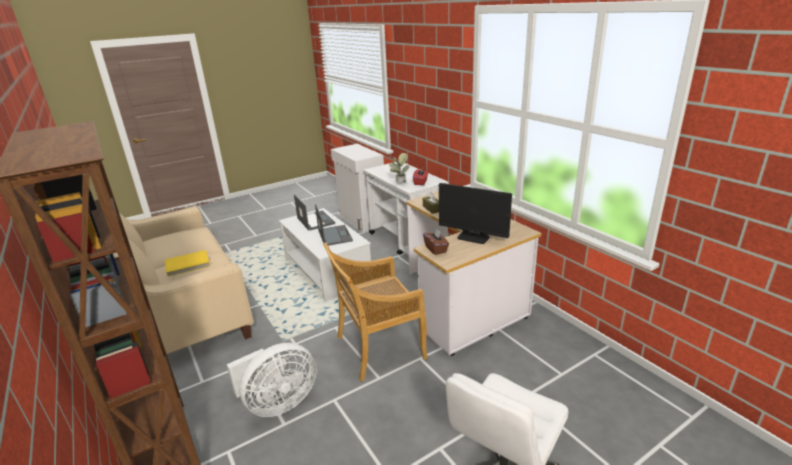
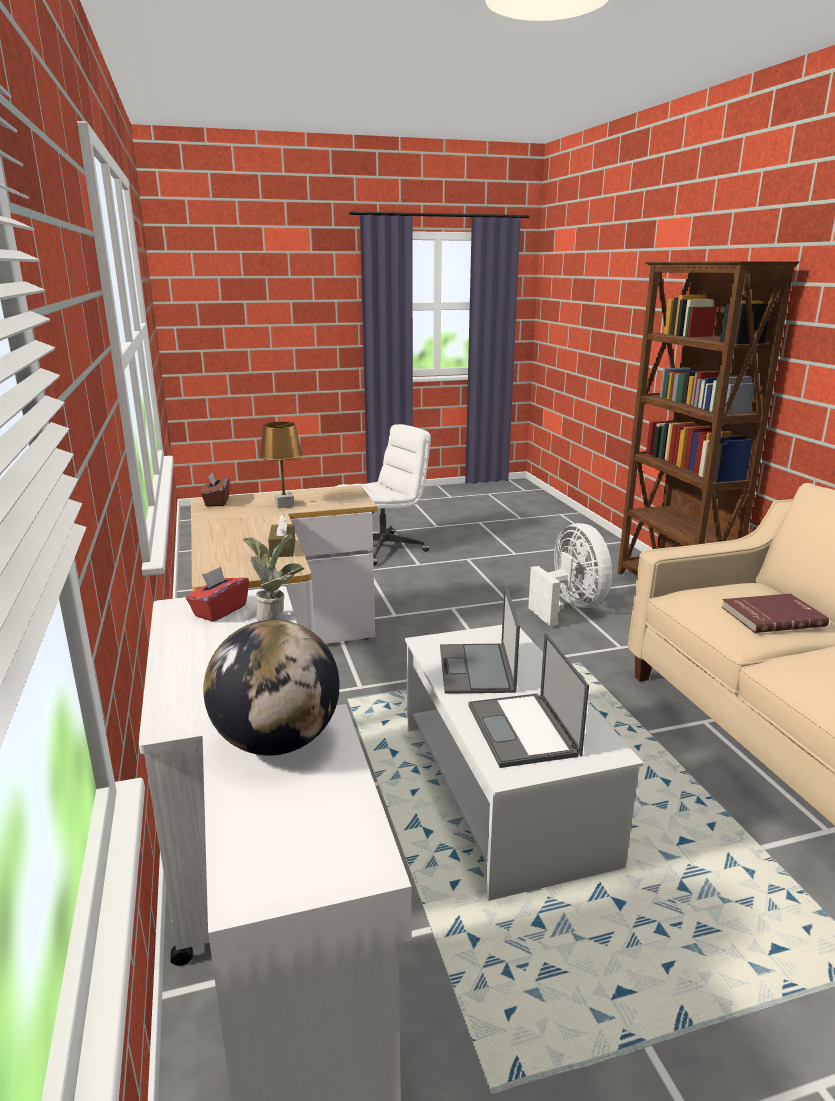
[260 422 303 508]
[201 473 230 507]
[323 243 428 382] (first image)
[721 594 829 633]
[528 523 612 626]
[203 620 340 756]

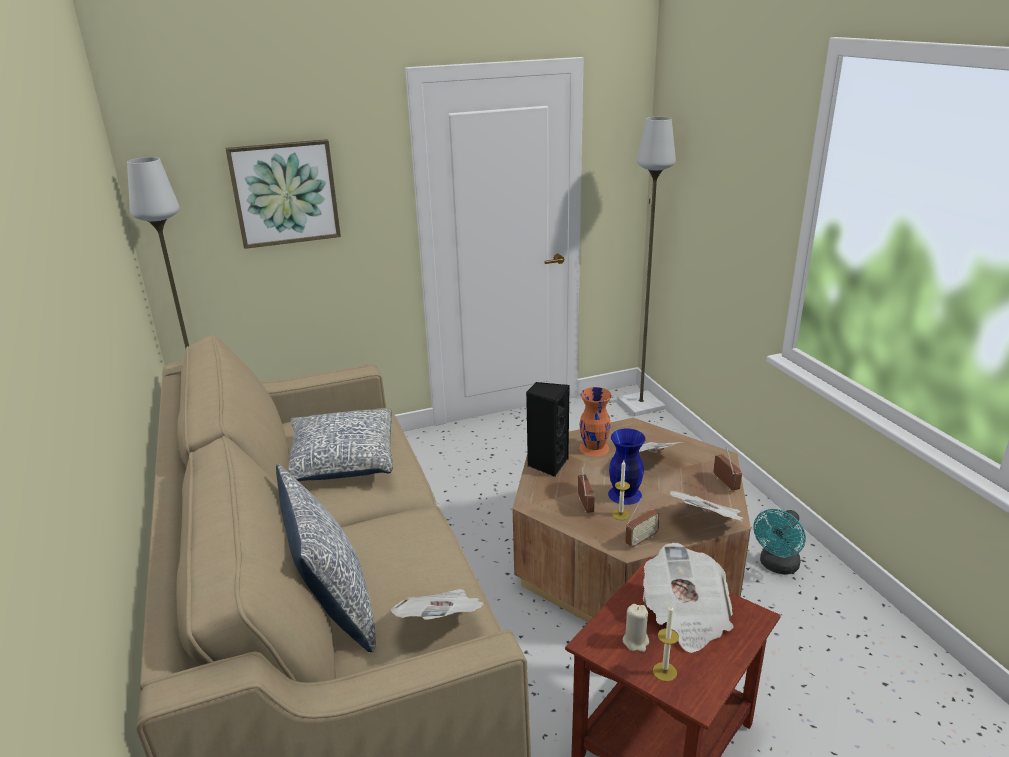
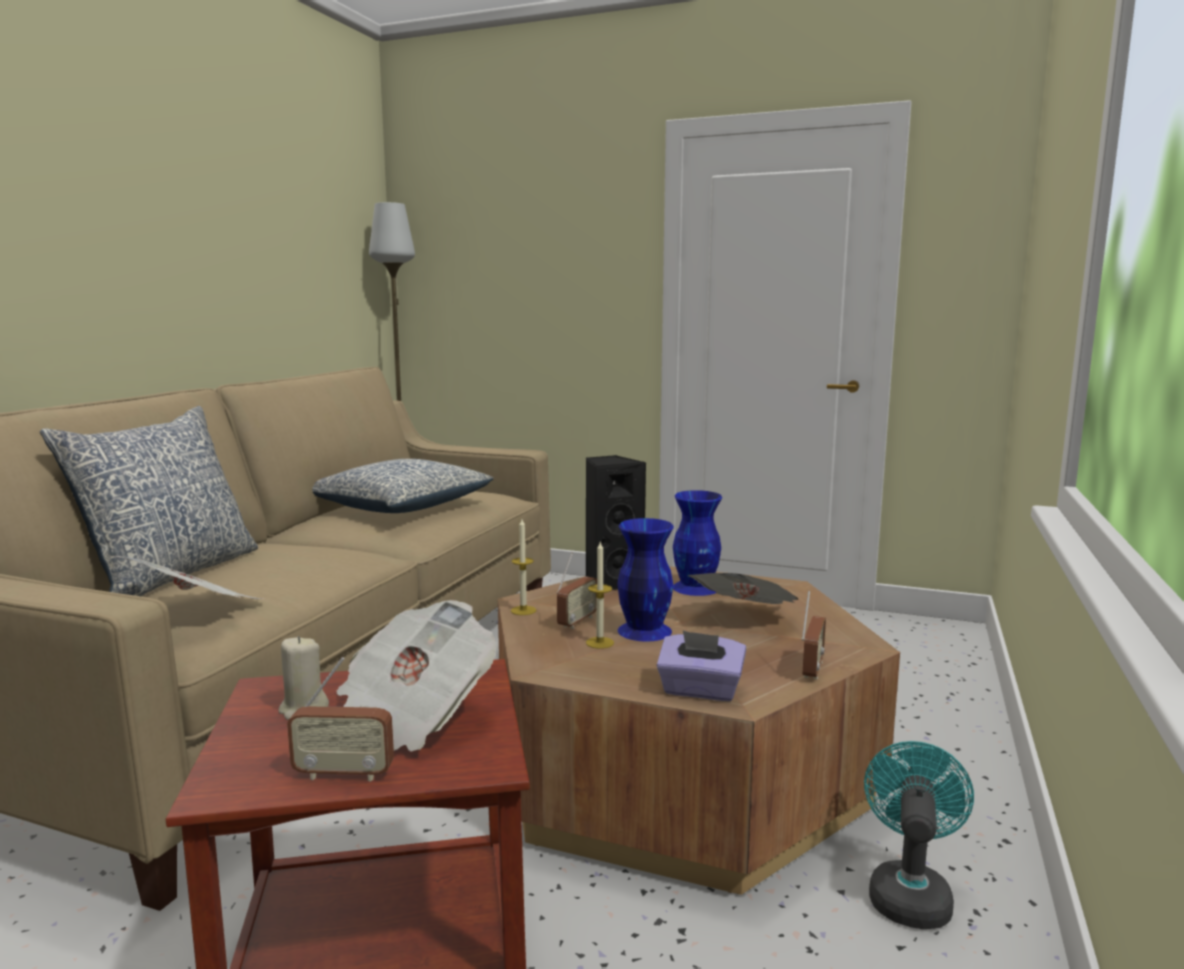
[617 117 676 416] (first image)
[225 139 341 249] (first image)
[673 490 722 596]
[656 631 746 701]
[287 657 394 782]
[864 741 974 929]
[511 519 536 615]

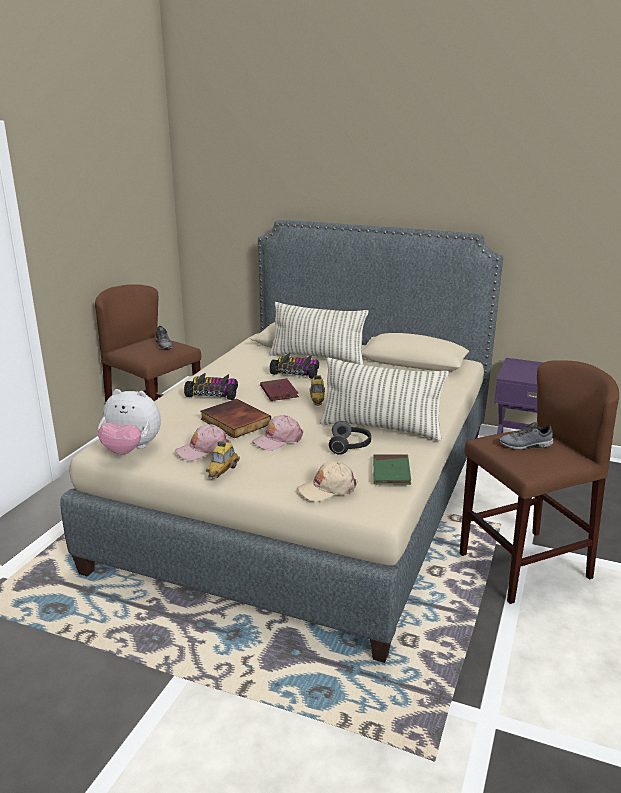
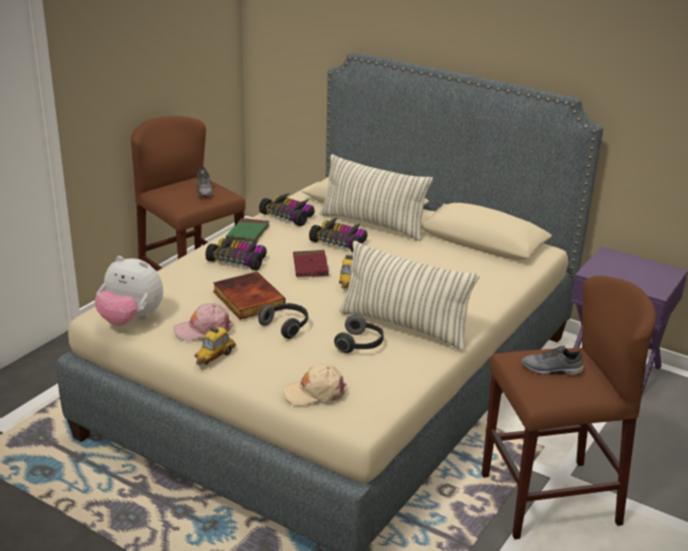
[258 303 308 339]
[226 218 270 243]
[259 193 315 226]

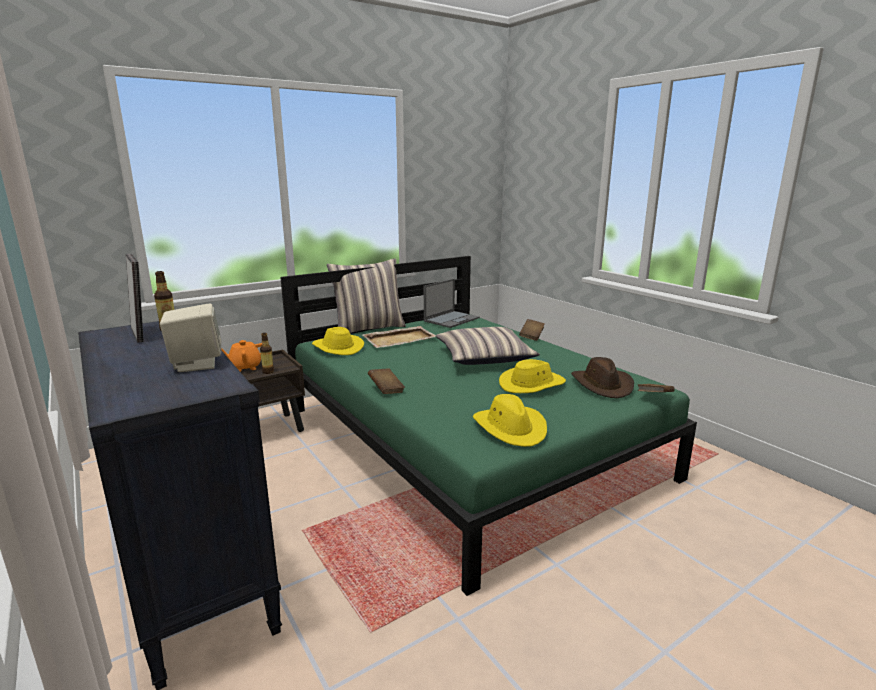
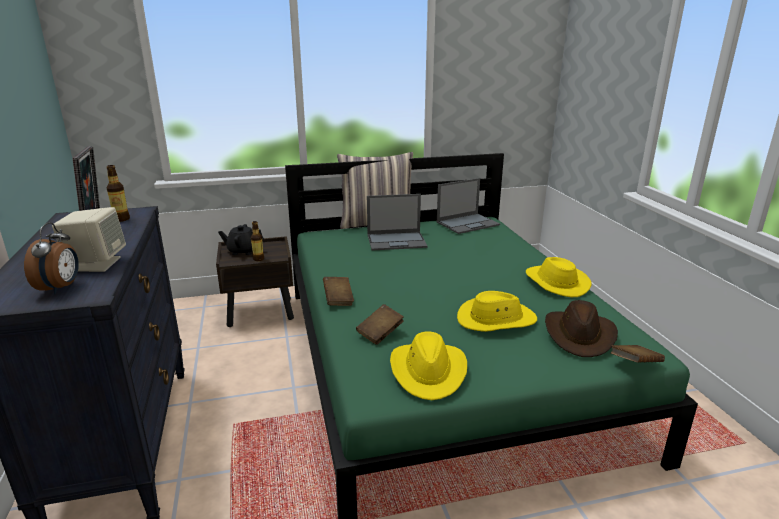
[356 304 404 345]
[367 194 427 251]
[526 257 591 297]
[436 327 540 365] (first image)
[218 224 264 255]
[24 222 79 294]

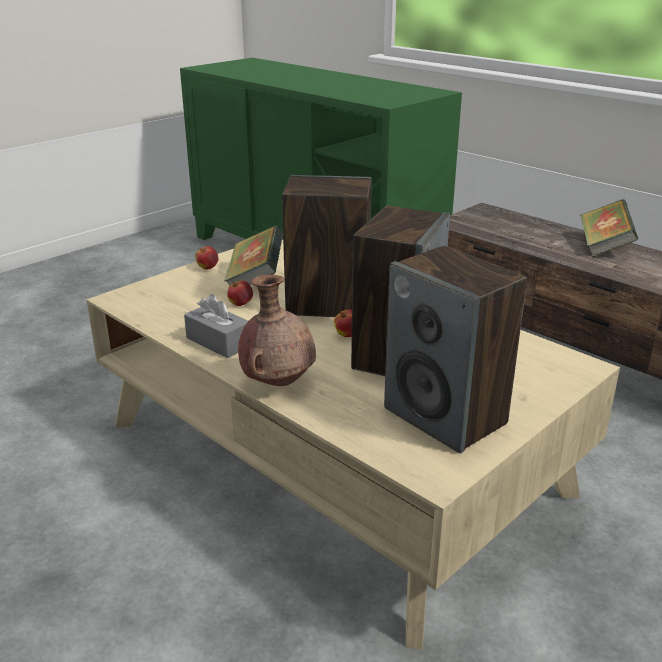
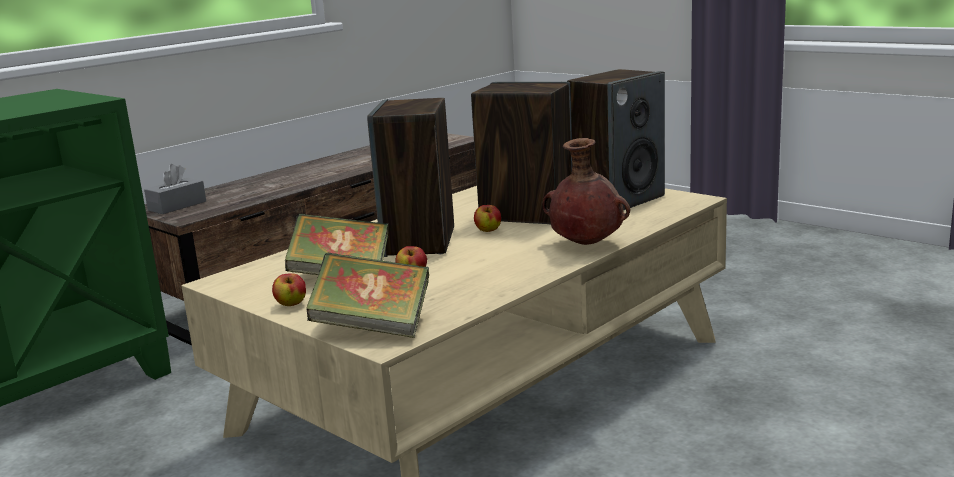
[306 252 429 338]
[144 164 206 214]

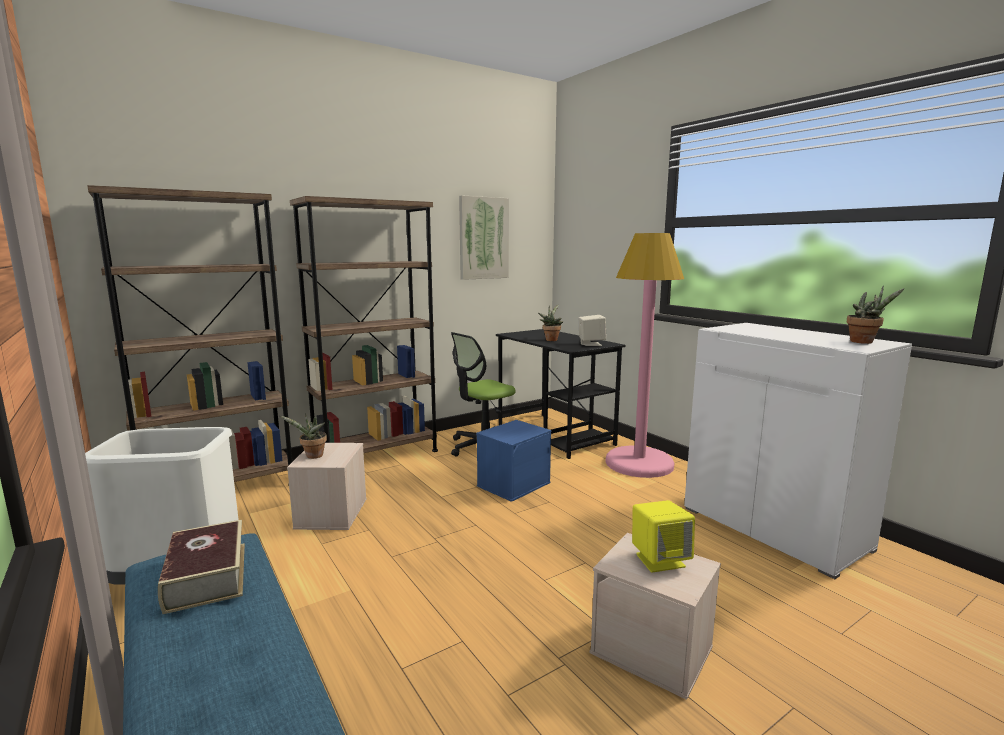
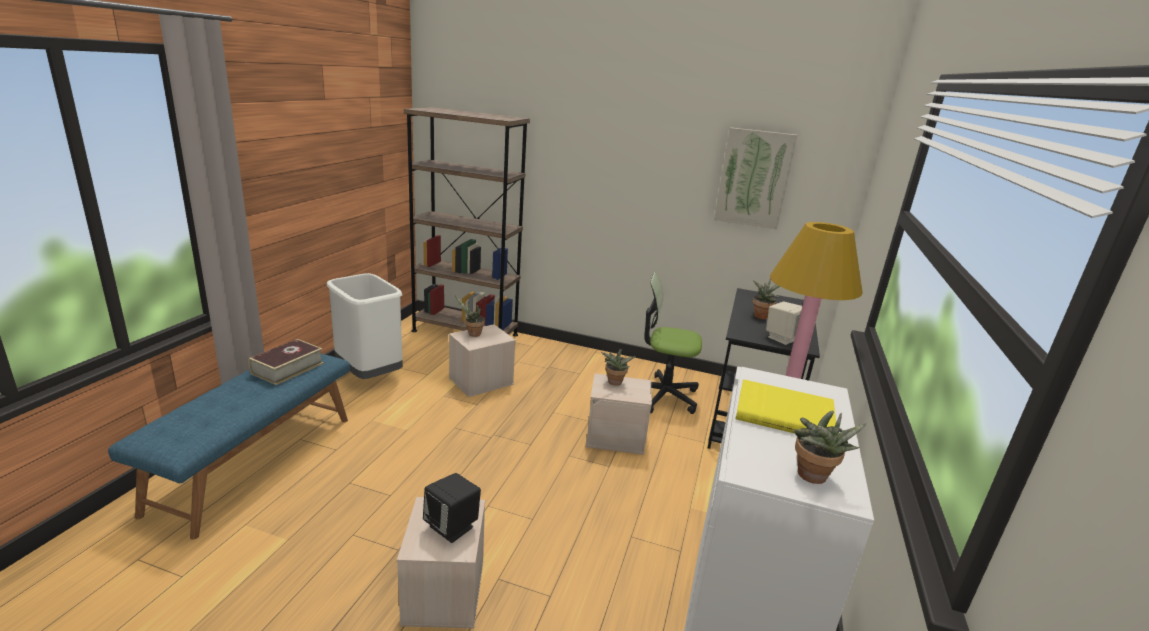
[290 196 438 453] (first image)
[585 373 652 455]
[423 473 481 543]
[601 349 635 386]
[736 379 836 433]

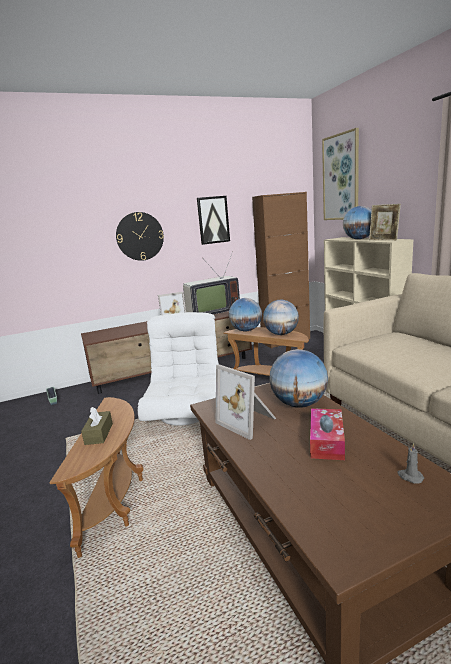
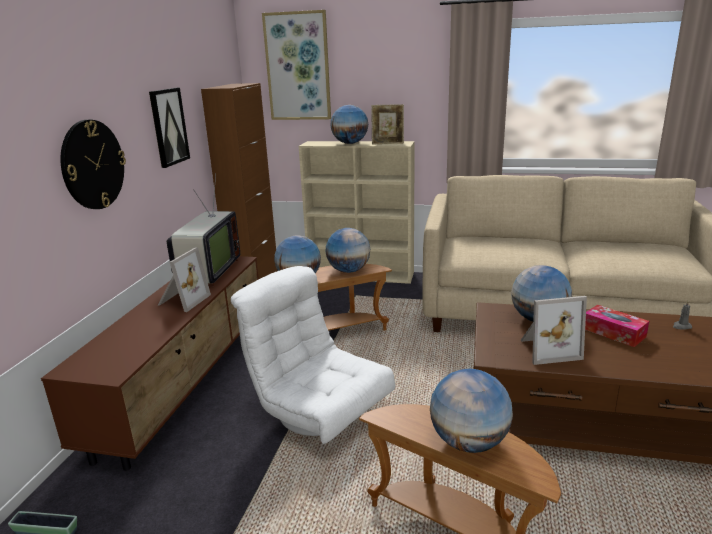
[430 369 513 453]

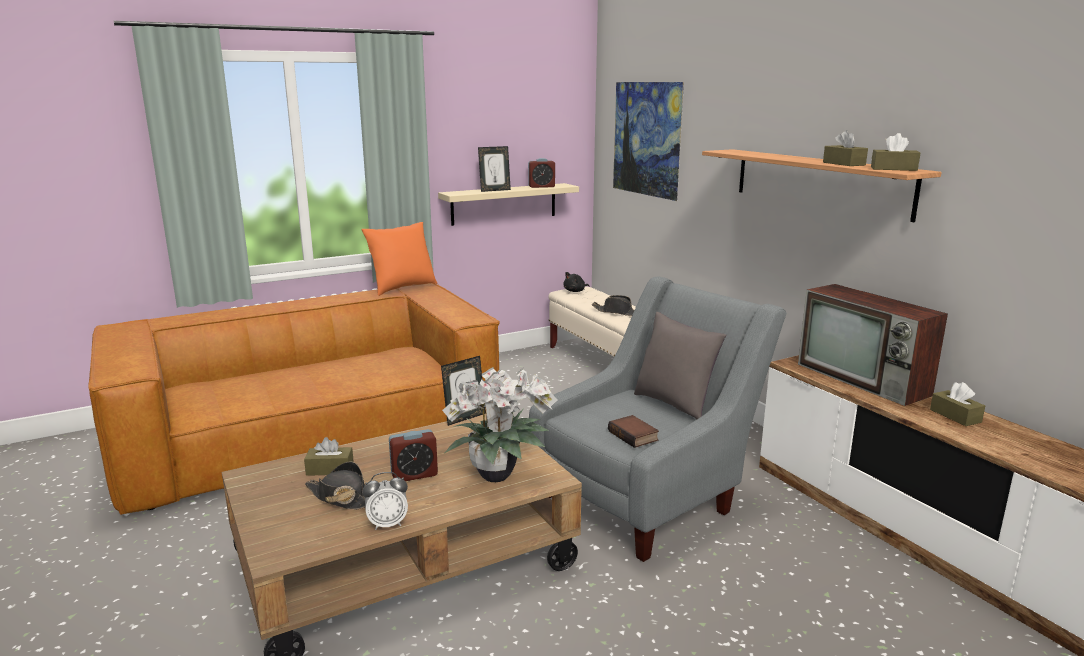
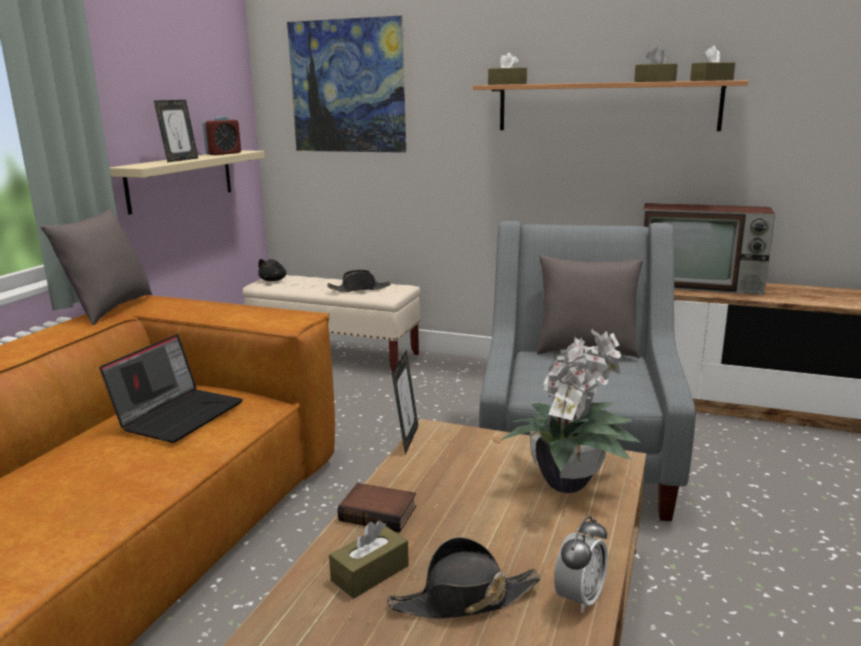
[41 209 152 325]
[488 53 527 85]
[337 483 416 533]
[389 429 438 481] (first image)
[100 334 243 443]

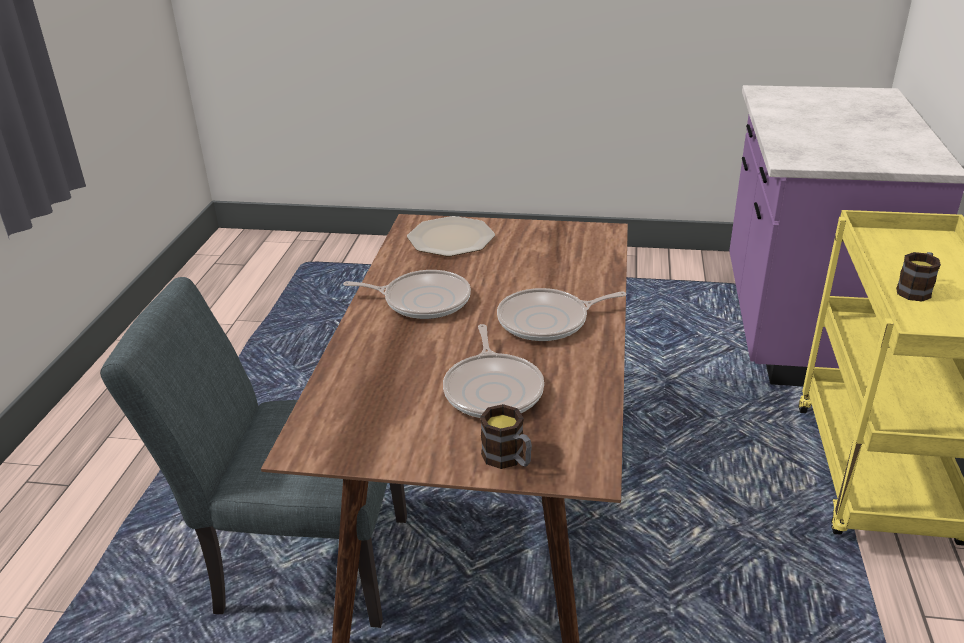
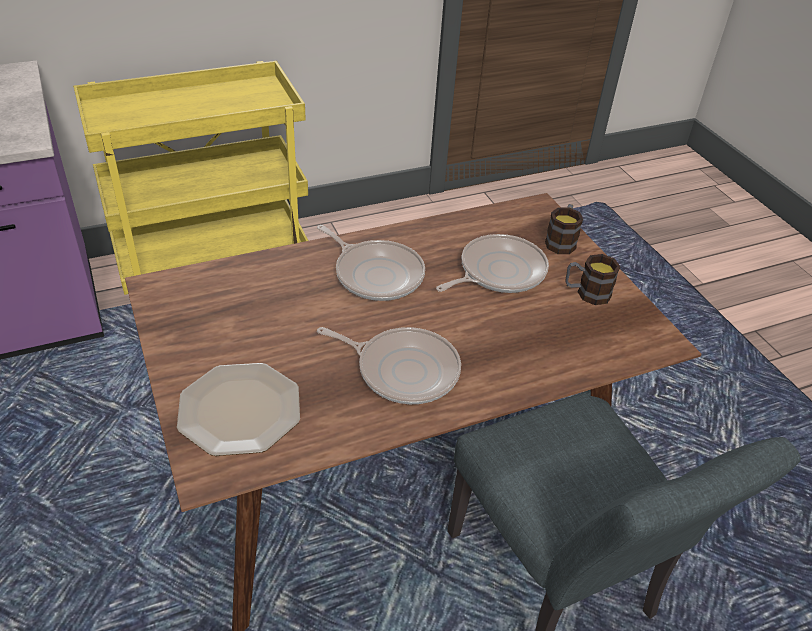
[565 254 620 305]
[317 327 461 404]

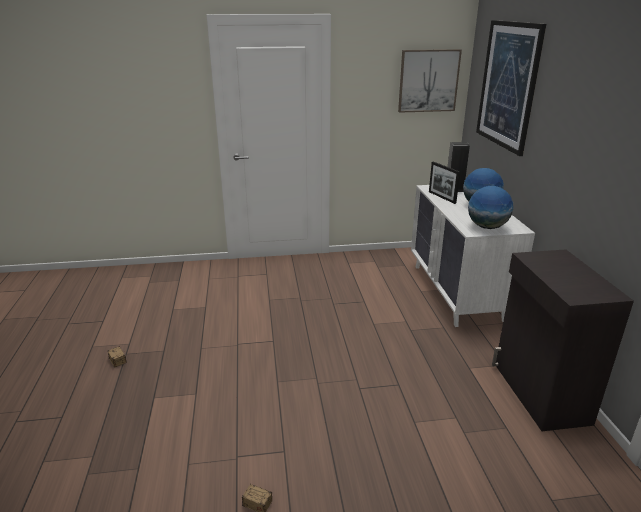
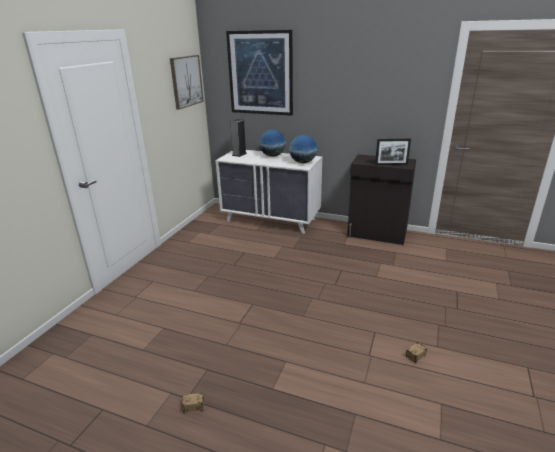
[375 139 411 165]

